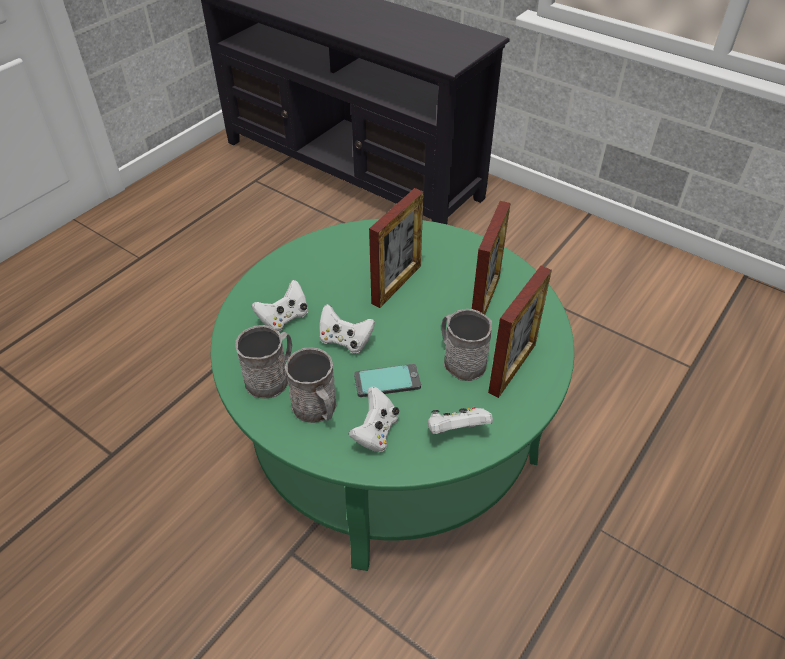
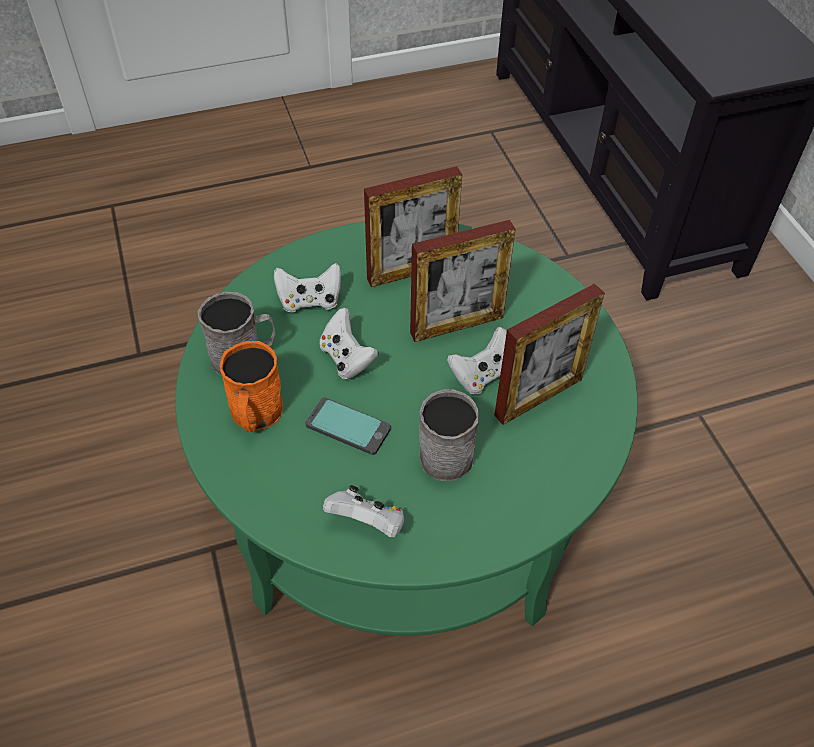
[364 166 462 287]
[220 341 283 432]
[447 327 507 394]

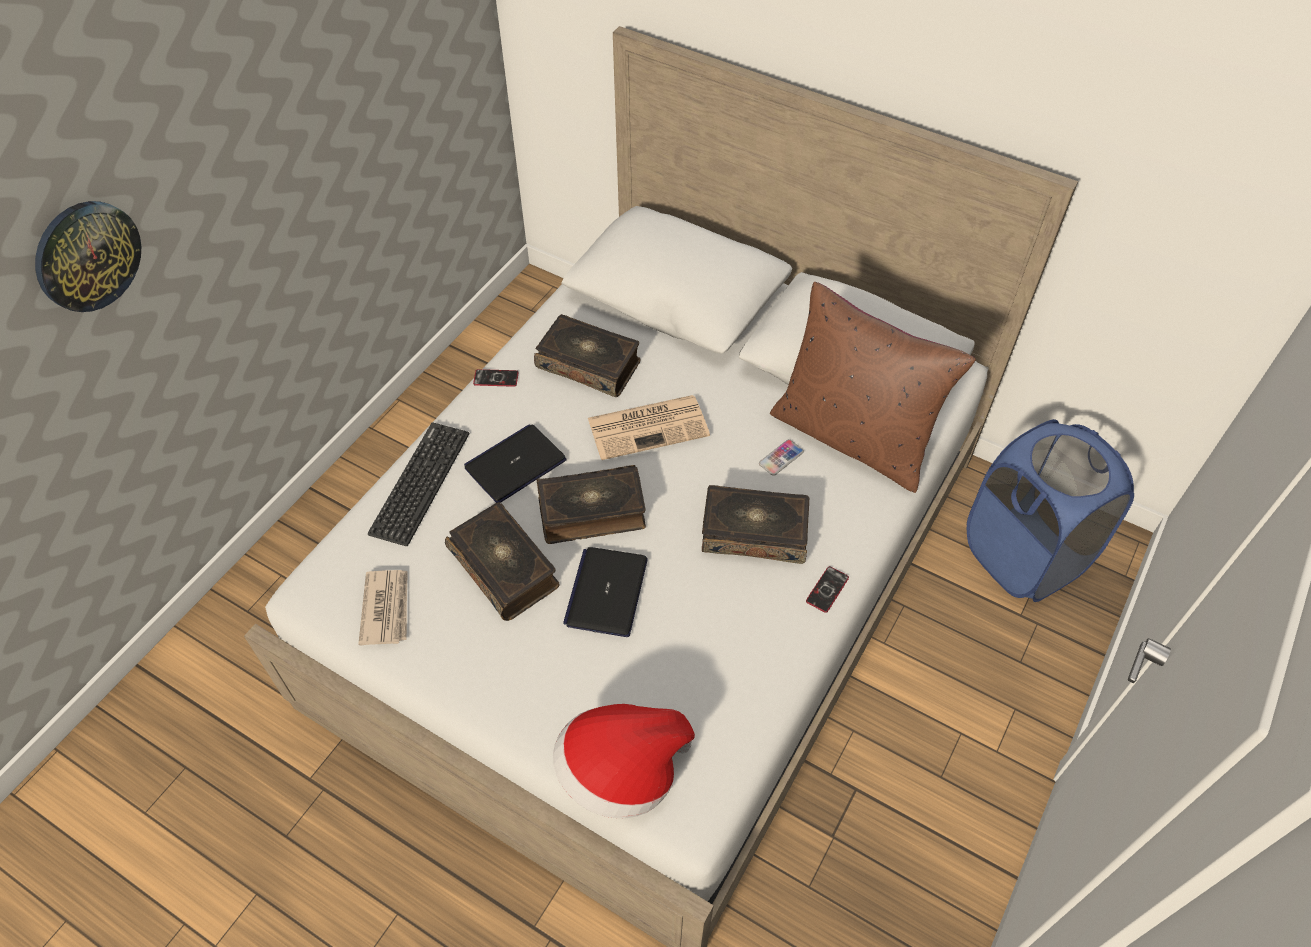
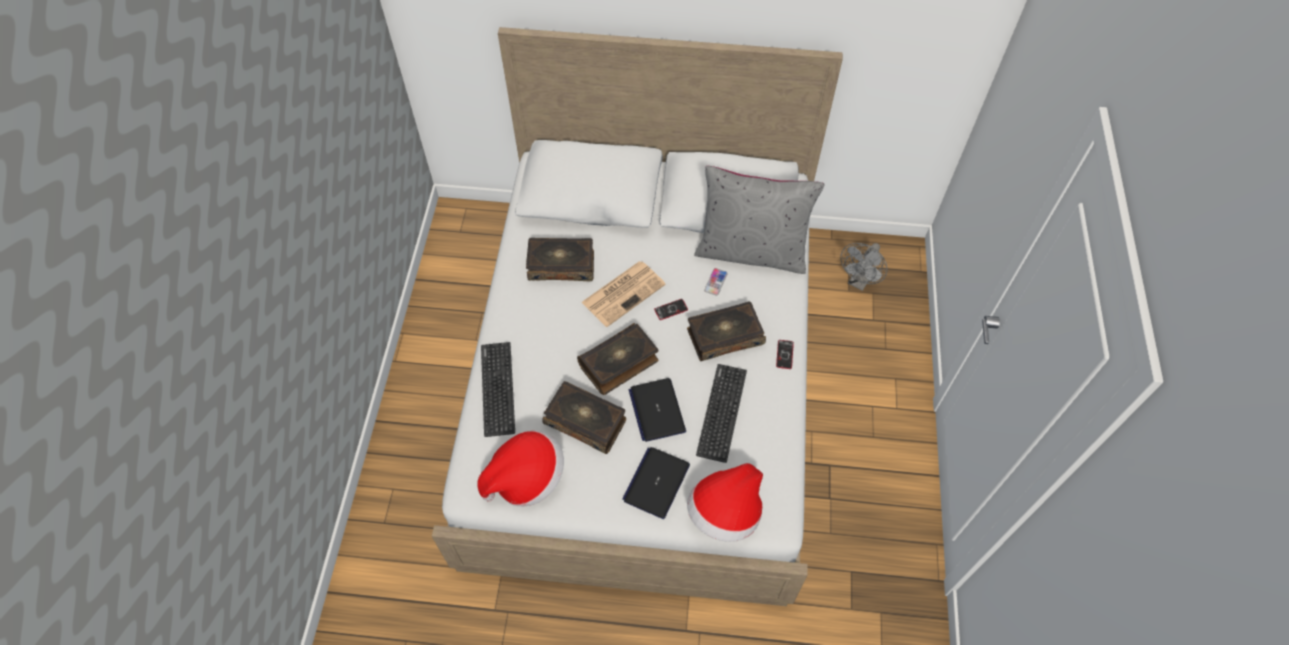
[35 201 141 312] (first image)
[694 166 825 274]
[654 299 688 320]
[841 243 887 291]
[622 447 690 519]
[477 431 564 506]
[696 364 747 463]

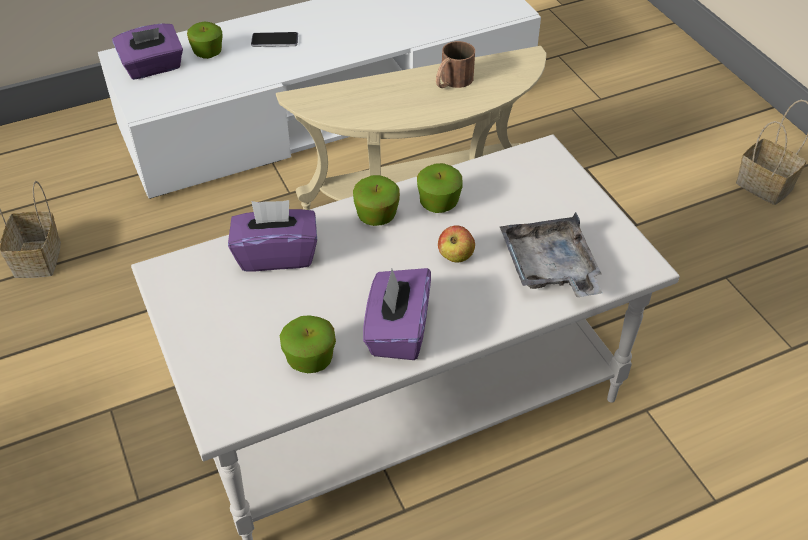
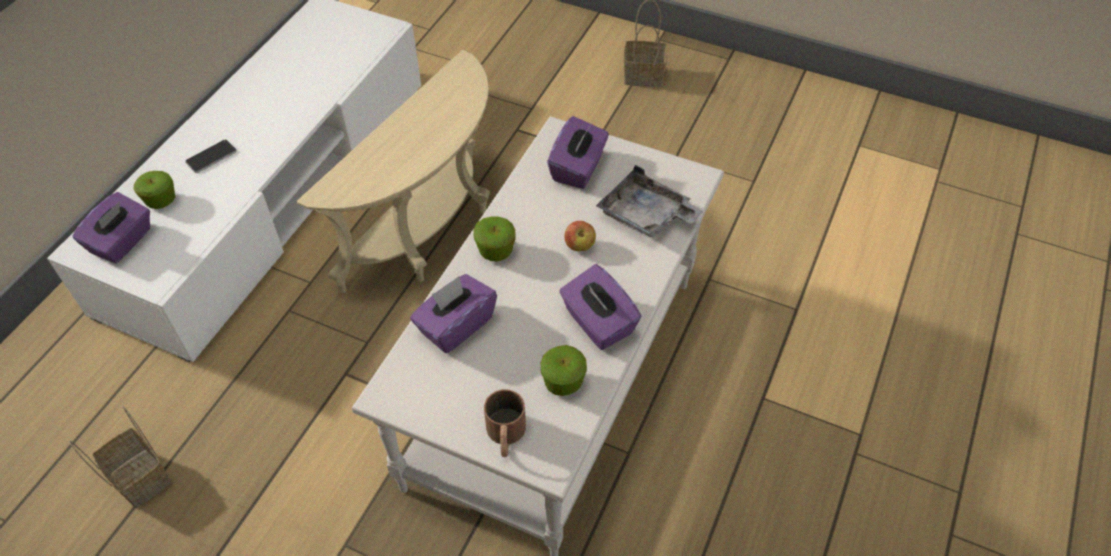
[484 389 526 457]
[417 163 463 213] (first image)
[547 116 609 189]

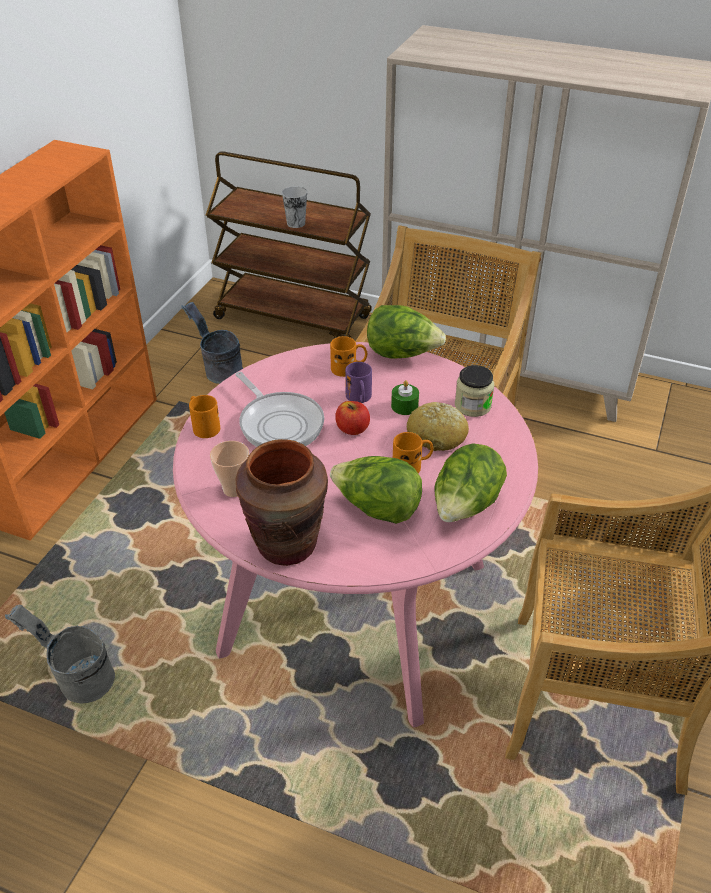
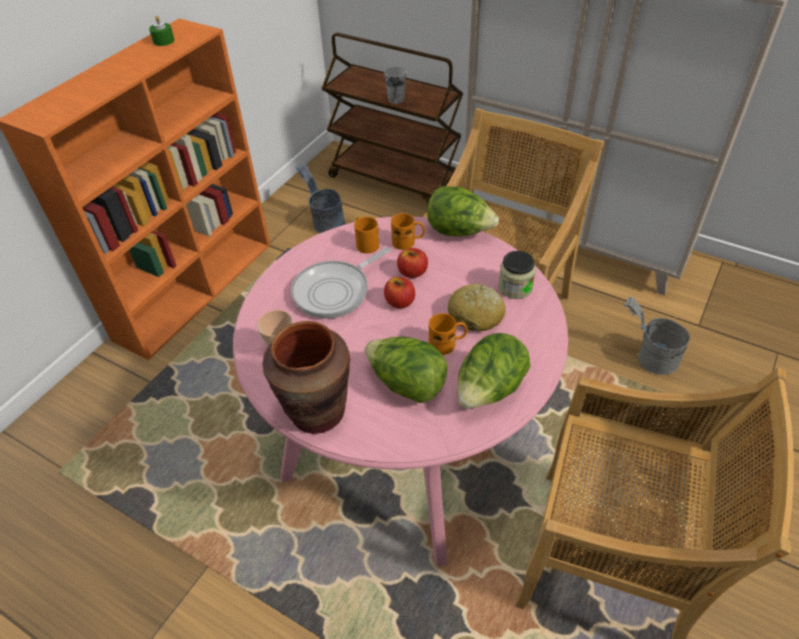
[397 248 428 278]
[291 247 391 319]
[149 16 175 46]
[354 217 379 254]
[624 297 690 375]

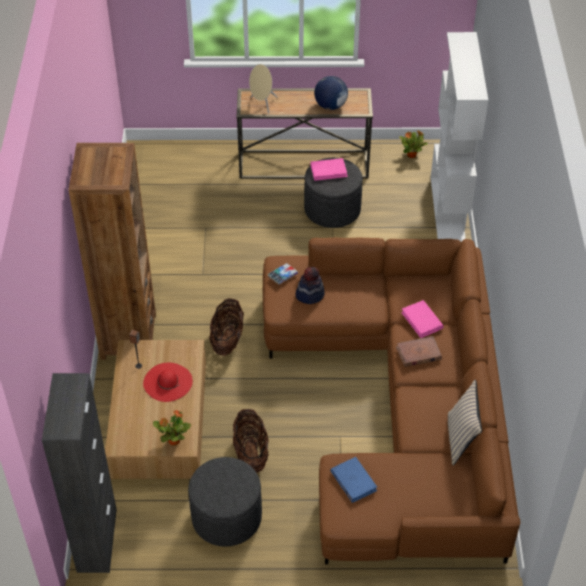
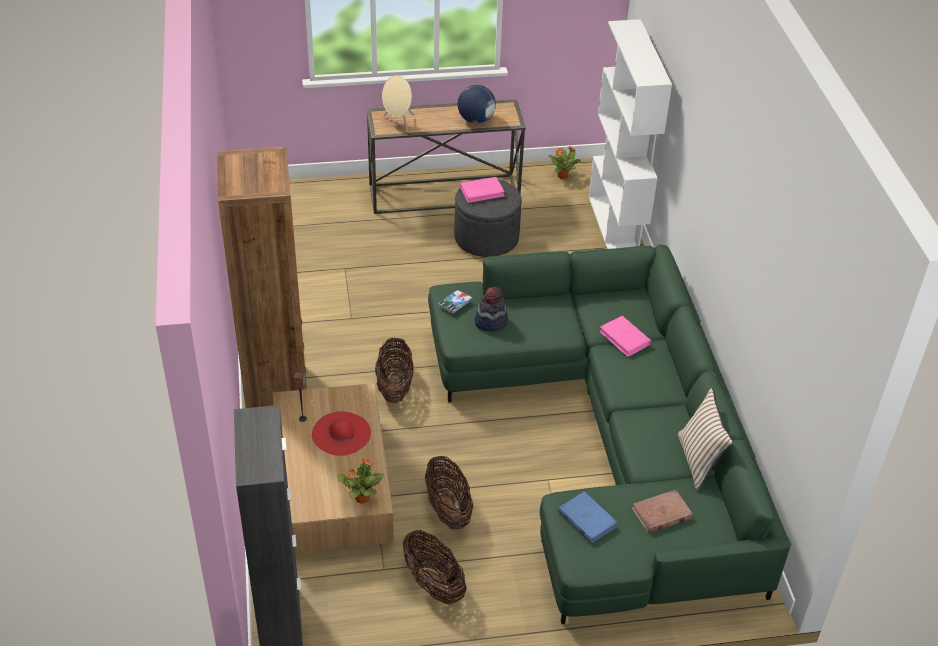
[428 245 791 624]
[631 490 693 533]
[403 530 467 605]

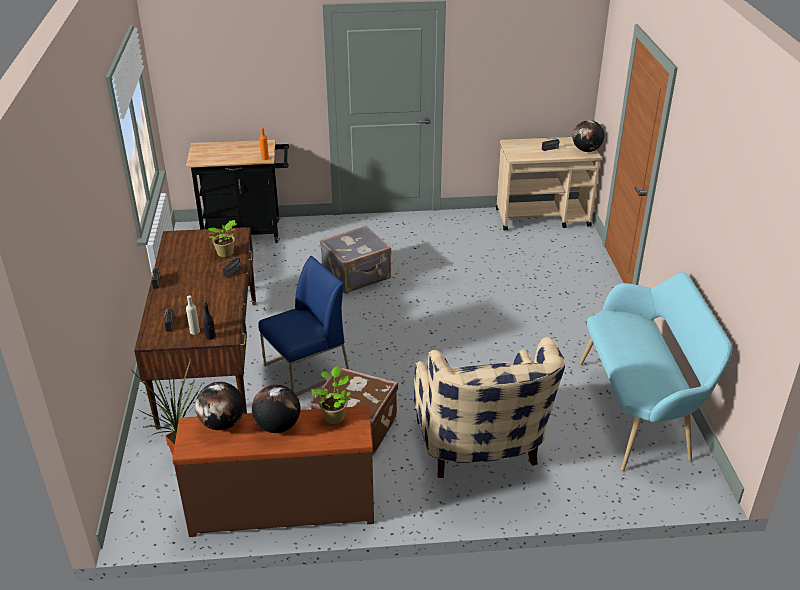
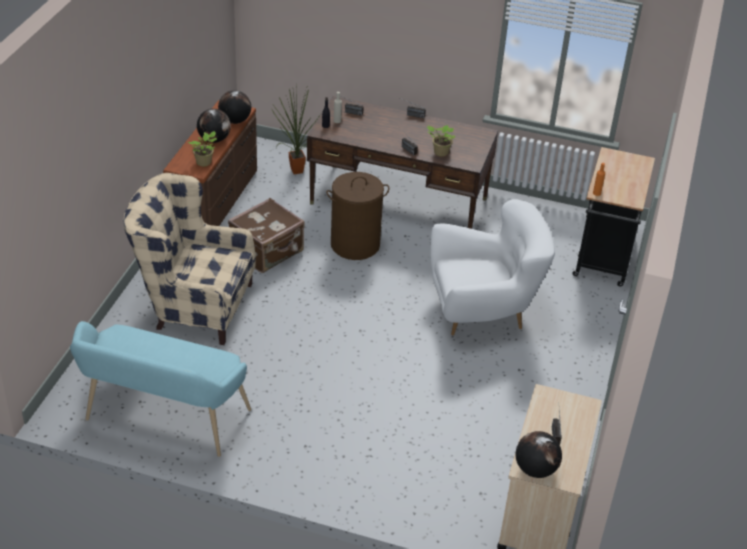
[430 199 555 335]
[326 172 389 260]

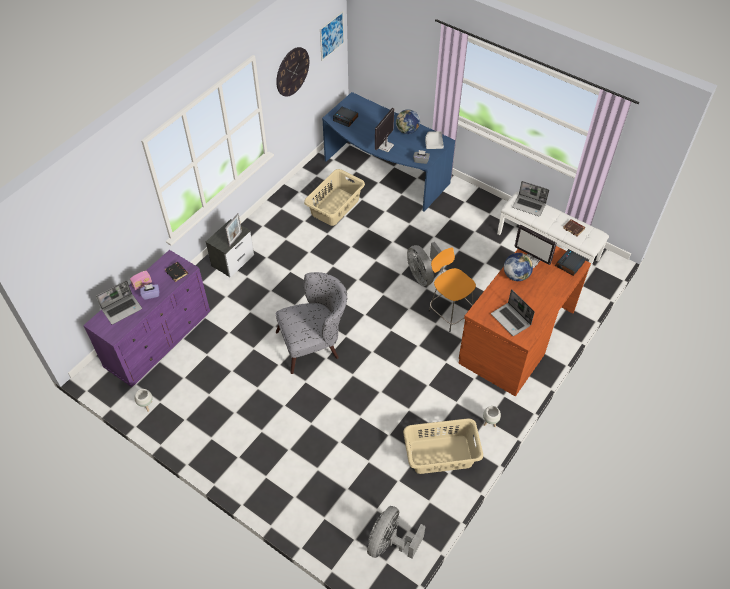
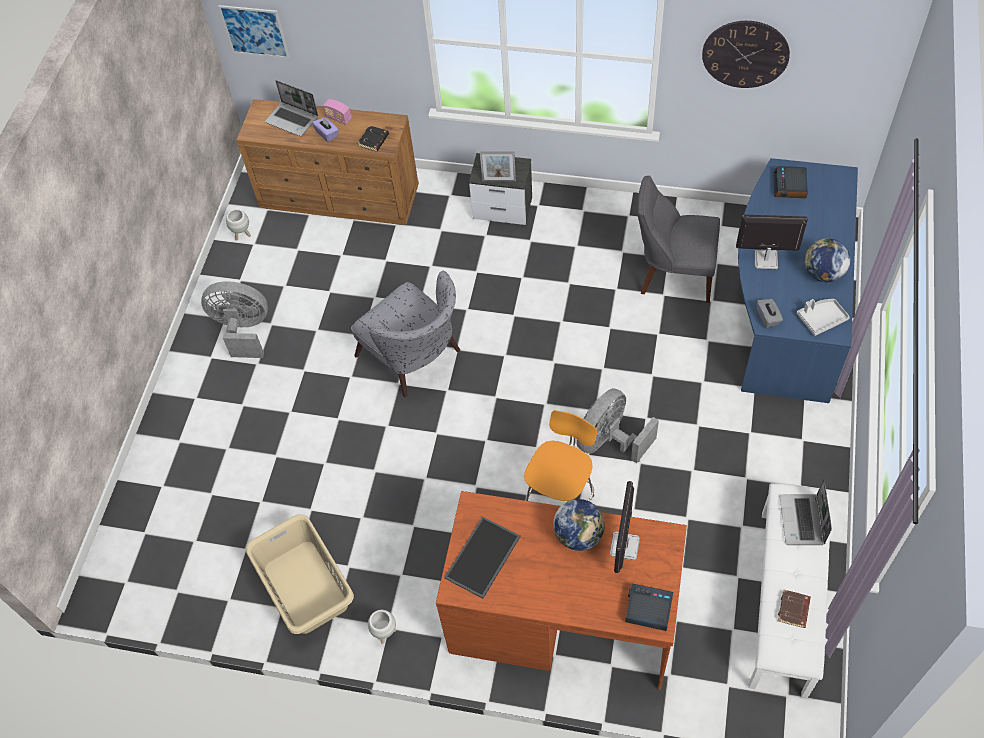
[218 5 290 59]
[637 176 720 303]
[237 99 419 225]
[444 516 521 599]
[201 281 268 358]

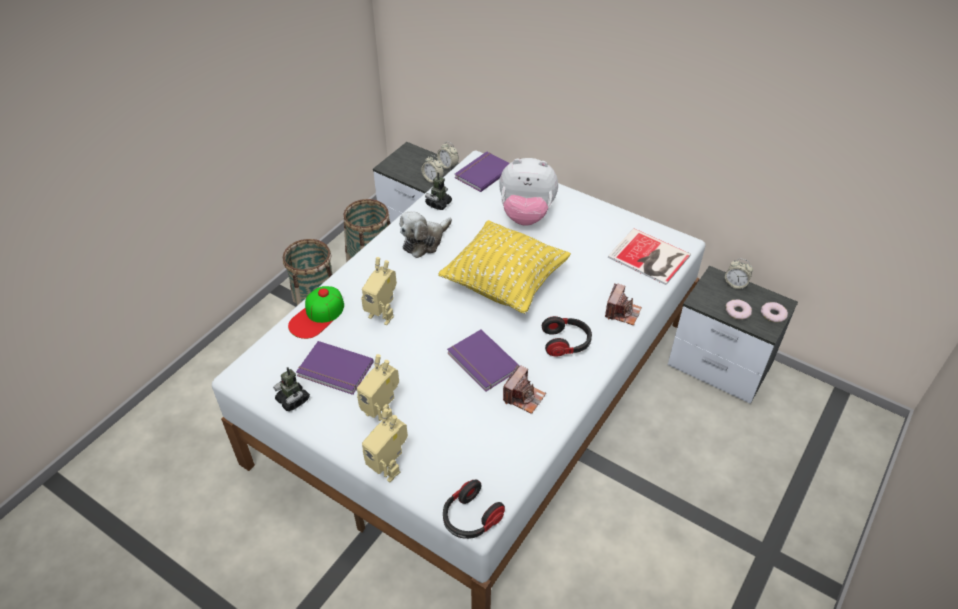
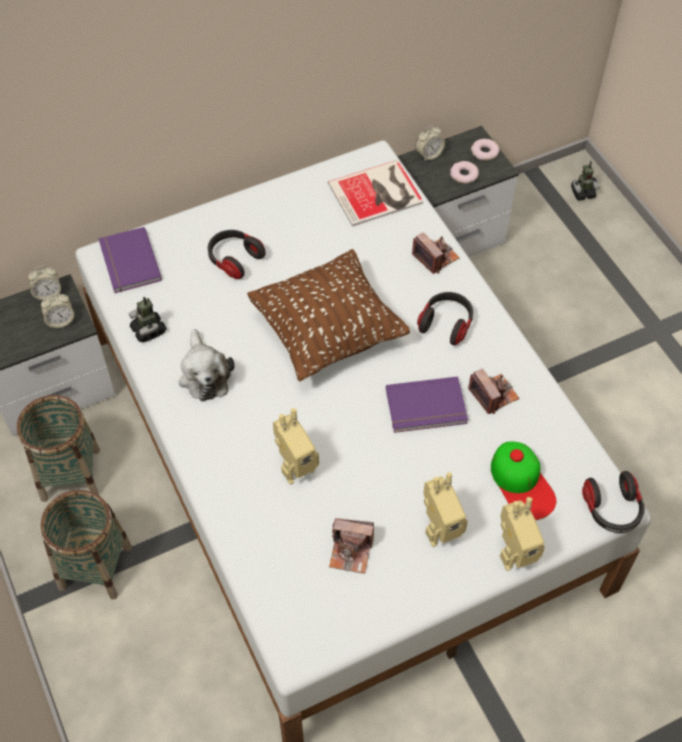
[208 230 266 279]
[247 249 410 381]
[491 441 556 520]
[329 518 374 574]
[571 161 600 201]

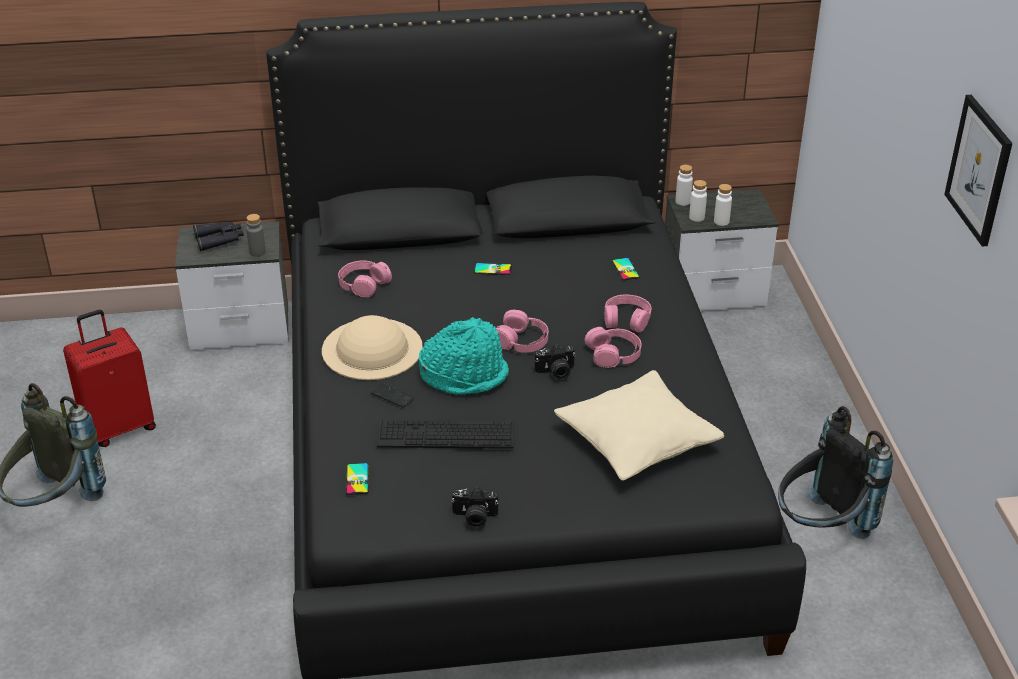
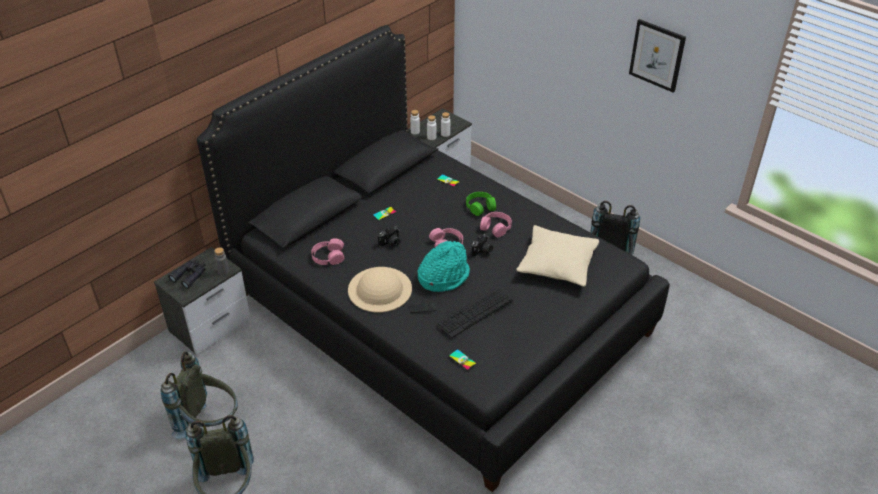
[466 192 496 216]
[160 351 238 439]
[378 227 401 247]

